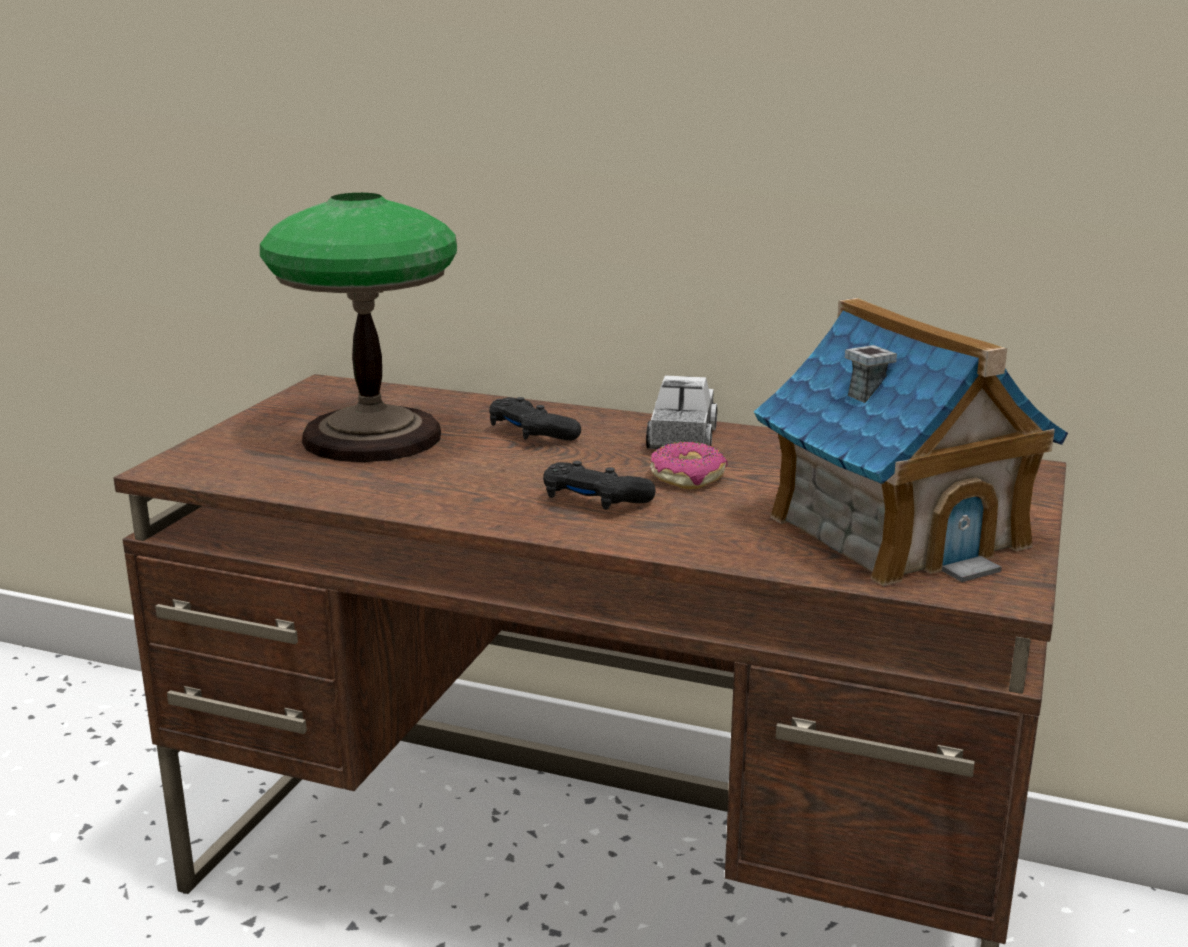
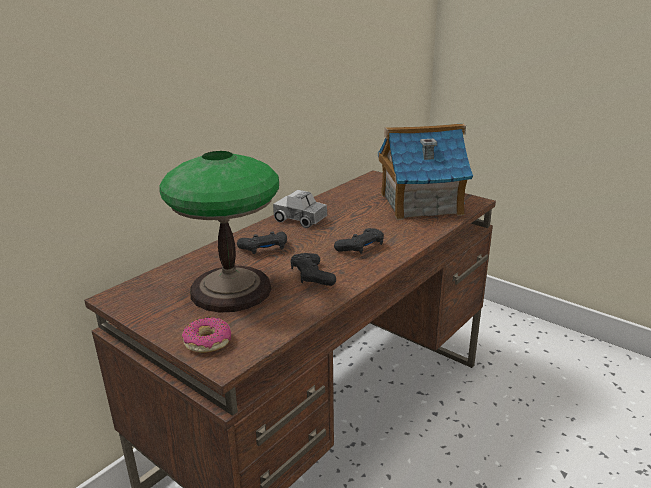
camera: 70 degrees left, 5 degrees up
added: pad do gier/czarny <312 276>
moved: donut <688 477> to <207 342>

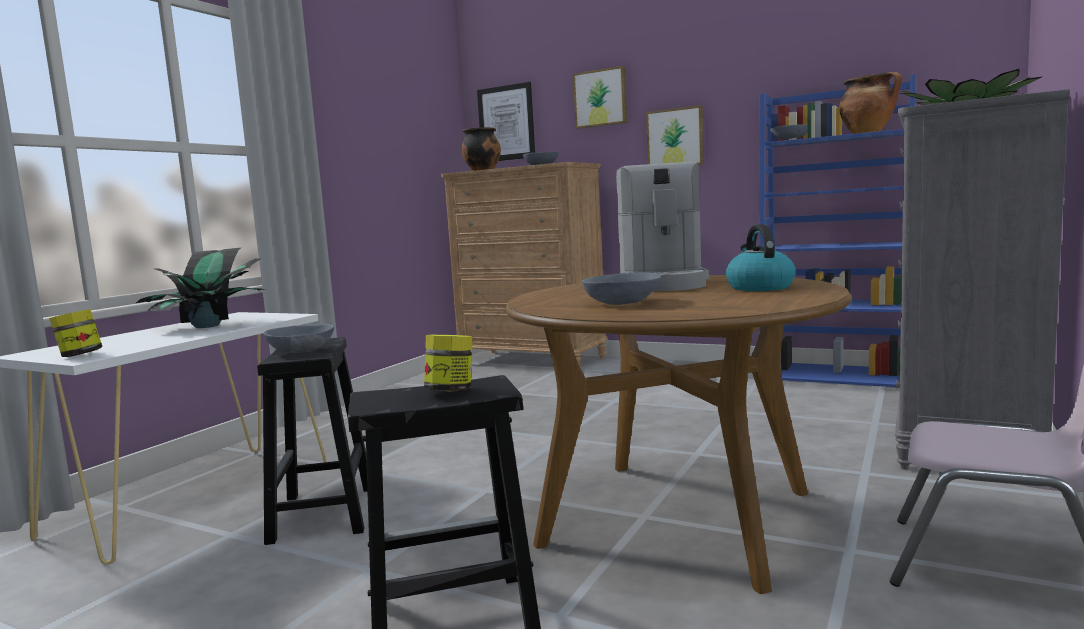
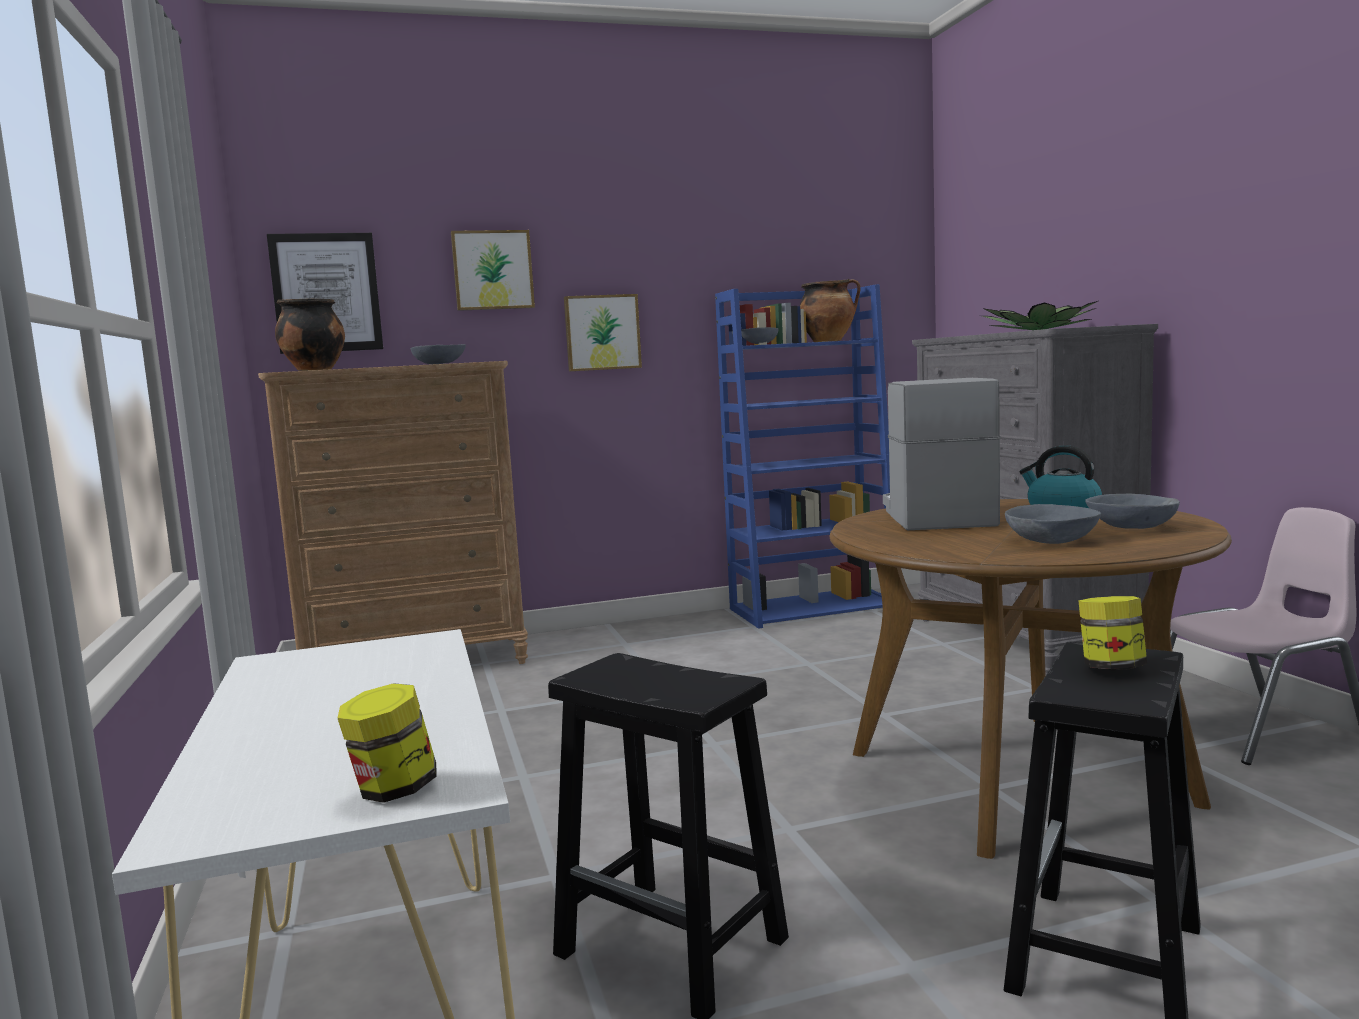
camera: 45 degrees left, 0 degrees up
removed: roślina doniczkowa <208 326>
moved: miska/szary <302 351> to <1130 527>
turned: ekspres do kawy <663 283> = <935 517> 135 degrees counterclockwise

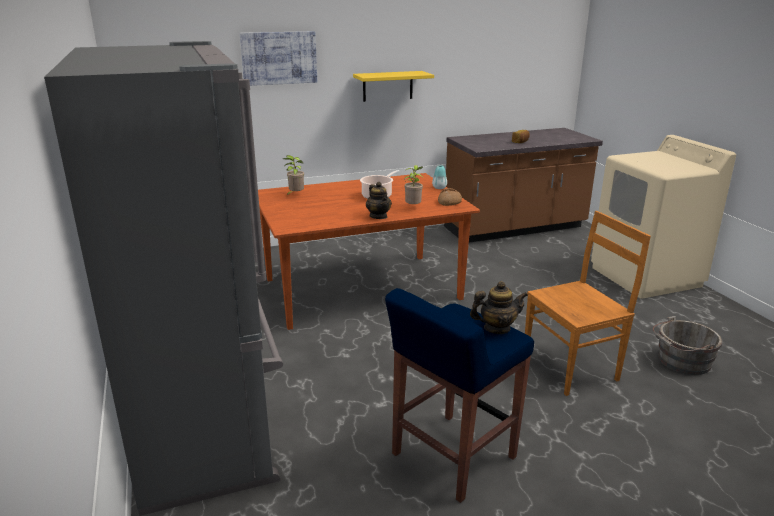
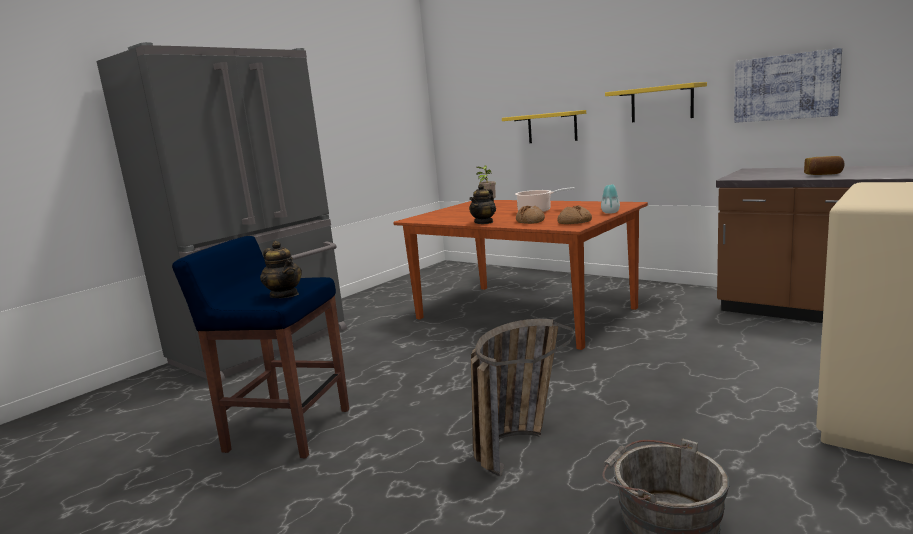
camera: 60 degrees right, 10 degrees down
added: półka/żółty <552 127>
moved: obraz <279 58> to <785 87>
replaced: roślina doniczkowa <413 207> to chleb <530 221>; krzesło/brązowy <572 368> to koszyk <518 443>

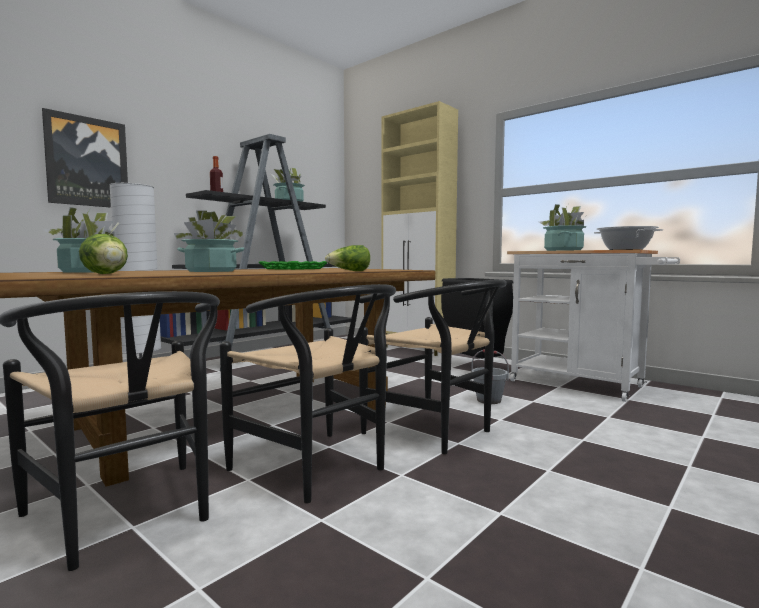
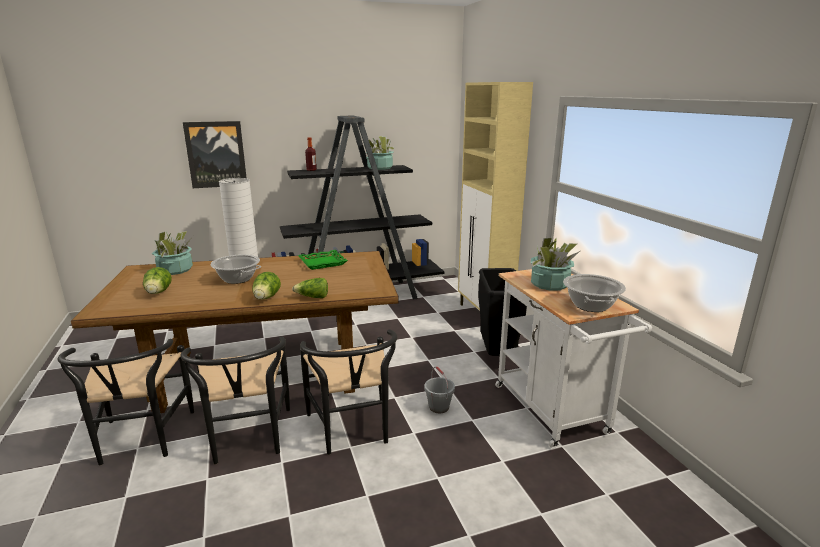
camera: 30 degrees right, 15 degrees up
added: sałata <266 298>
replaced: roślina doniczkowa <211 271> to garnek <237 279>

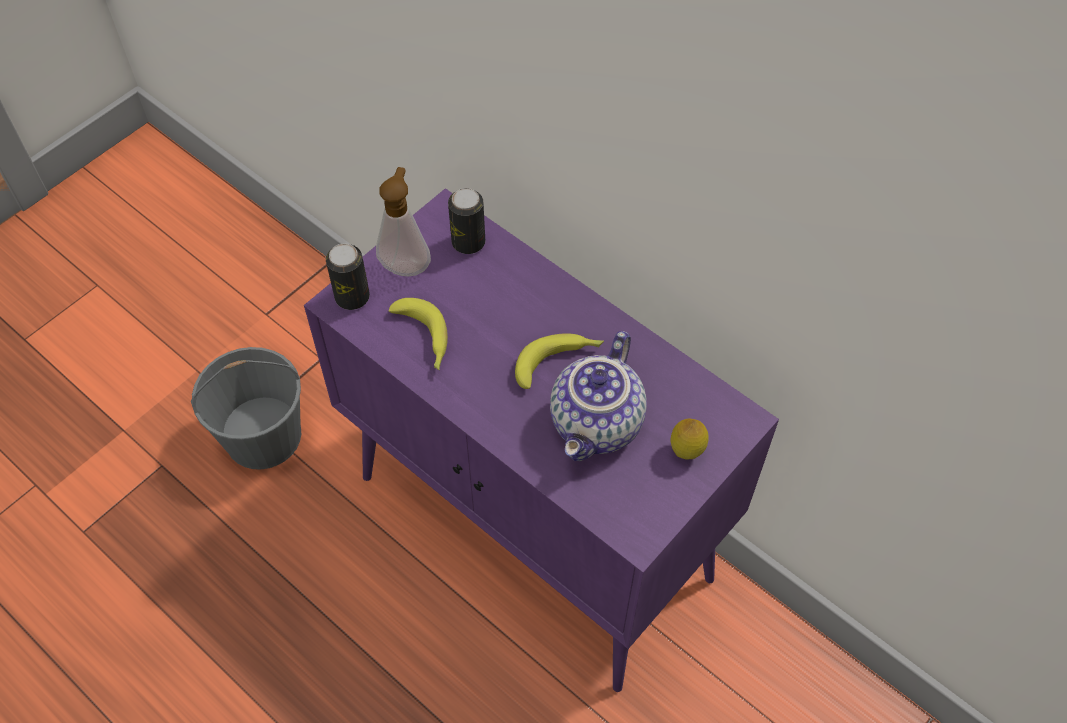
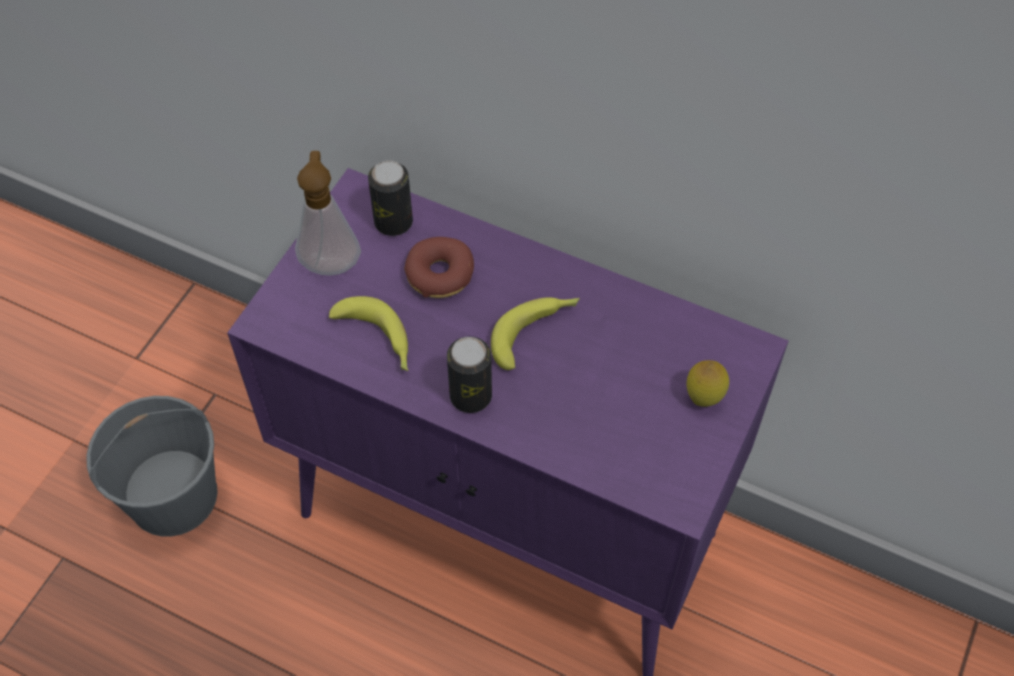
camera: 15 degrees left, 0 degrees up
removed: imbryk <598 425>
added: donut <440 275>
moved: puszka <352 297> to <470 396>

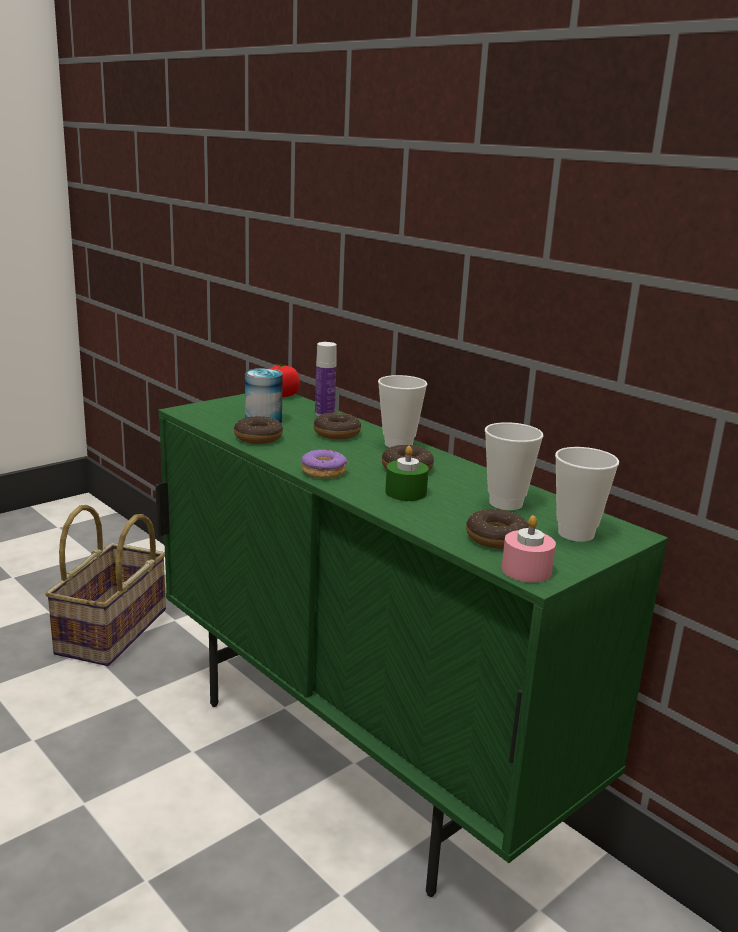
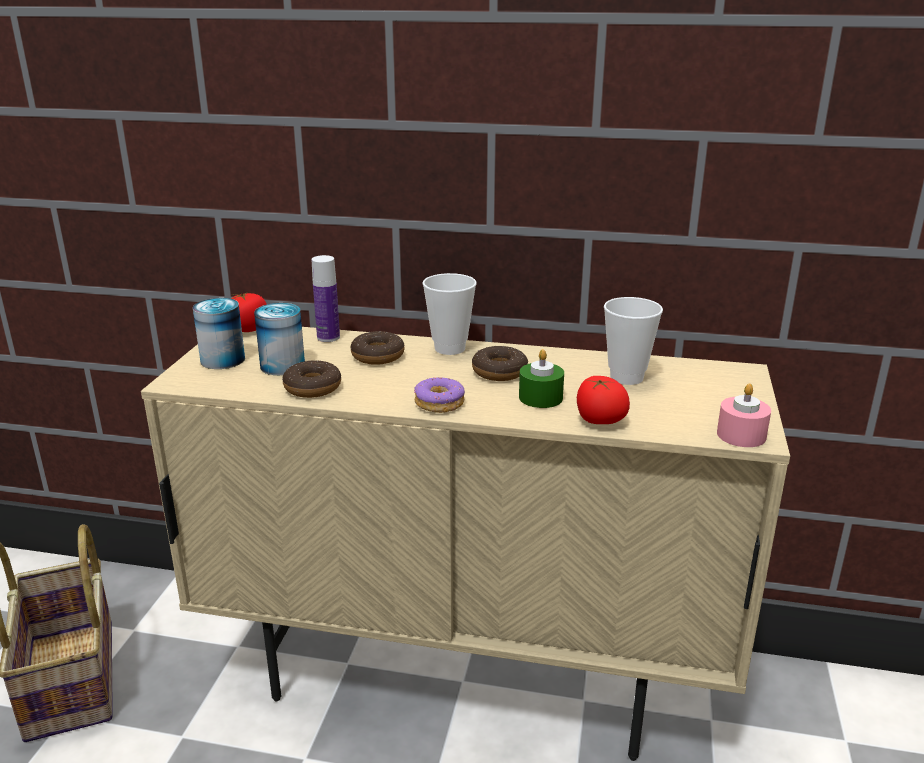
camera: 35 degrees left, 5 degrees up
removed: filiżanka <576 533>; donut <496 538>
added: puszka <222 360>; pomidor <599 420>
recoloured: szafka/zielony <360 759> to szafka/beżowy <464 675>

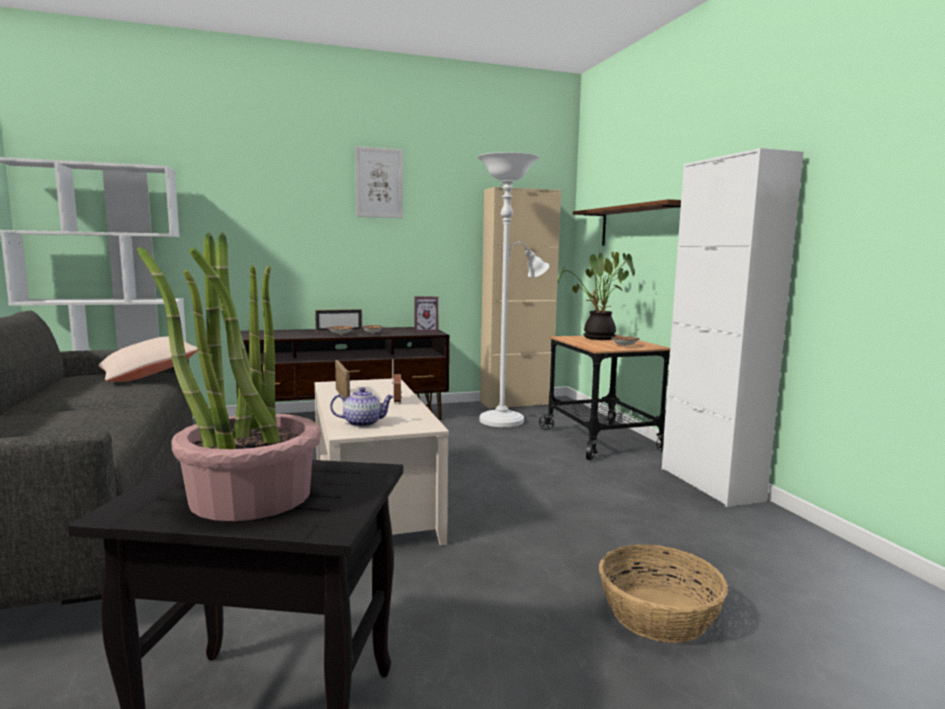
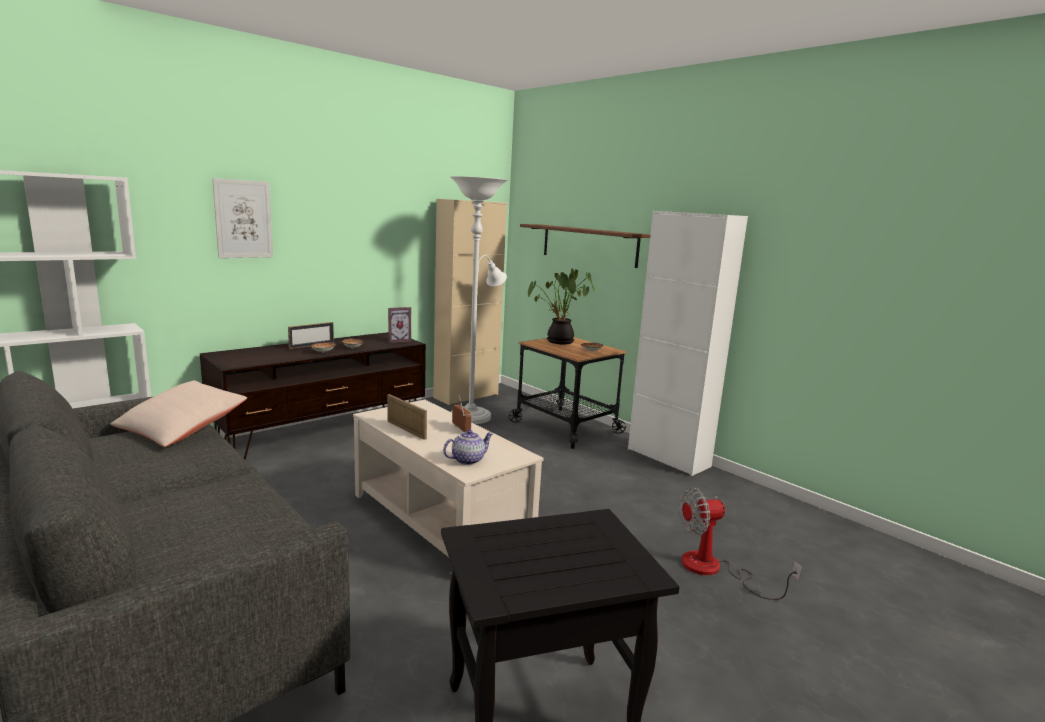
camera: 25 degrees left, 5 degrees up
removed: roślina doniczkowa <249 496>
moved: obraz <379 183> to <243 219>
replaced: koszyk <659 615> to wentylator <714 570>

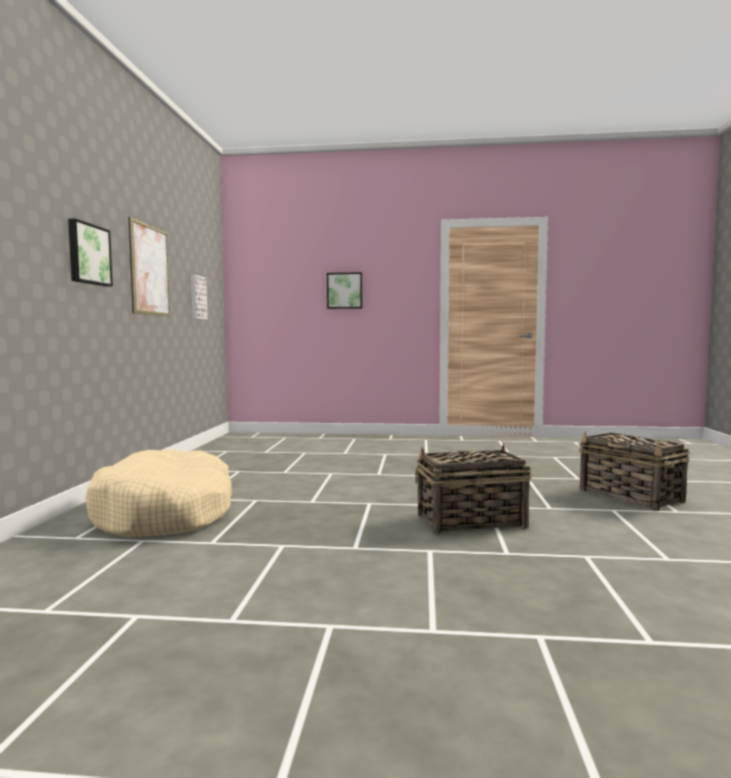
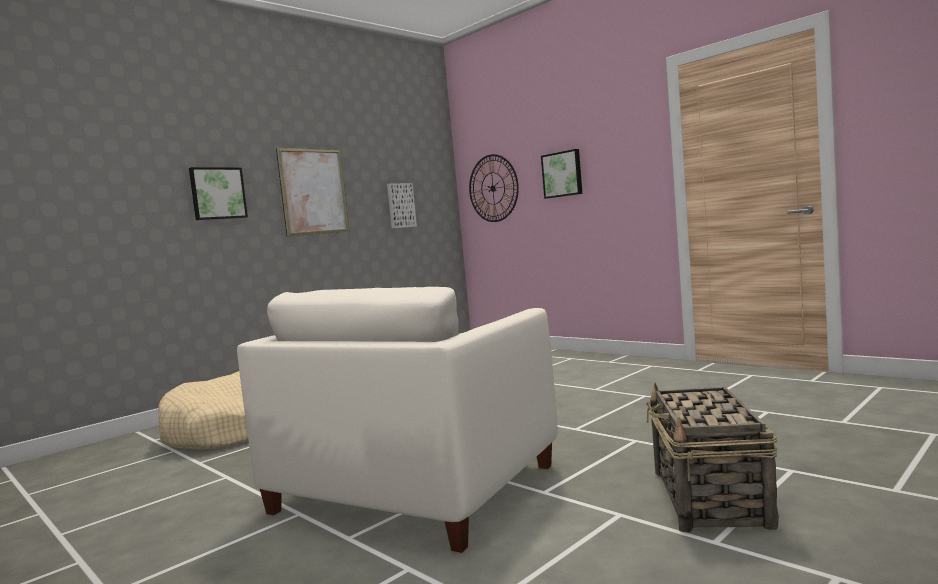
camera: 40 degrees right, 0 degrees up
added: zegar ścienny <493 188>
replaced: koszyk <470 521> to fotel/biały <416 488>

